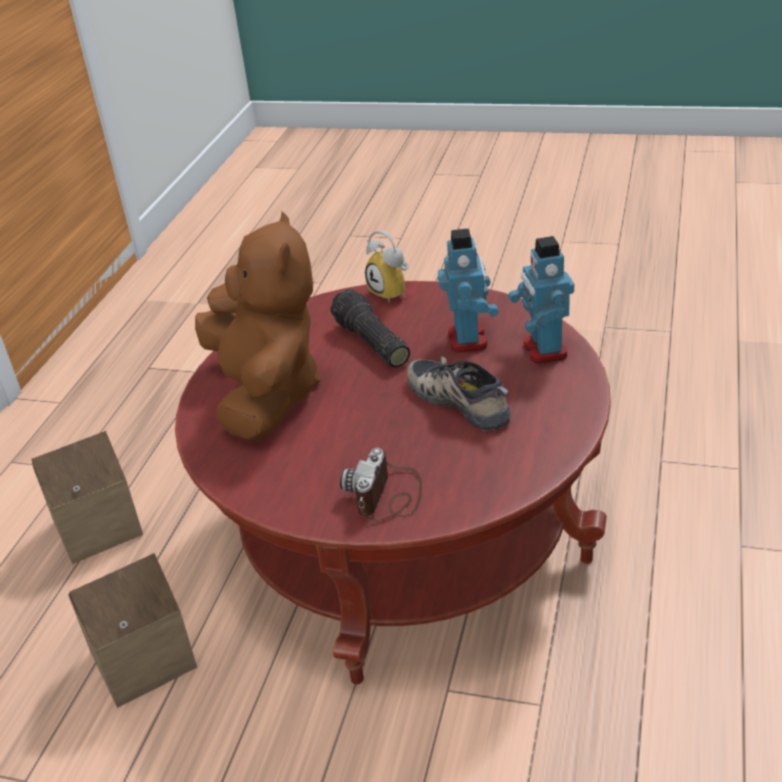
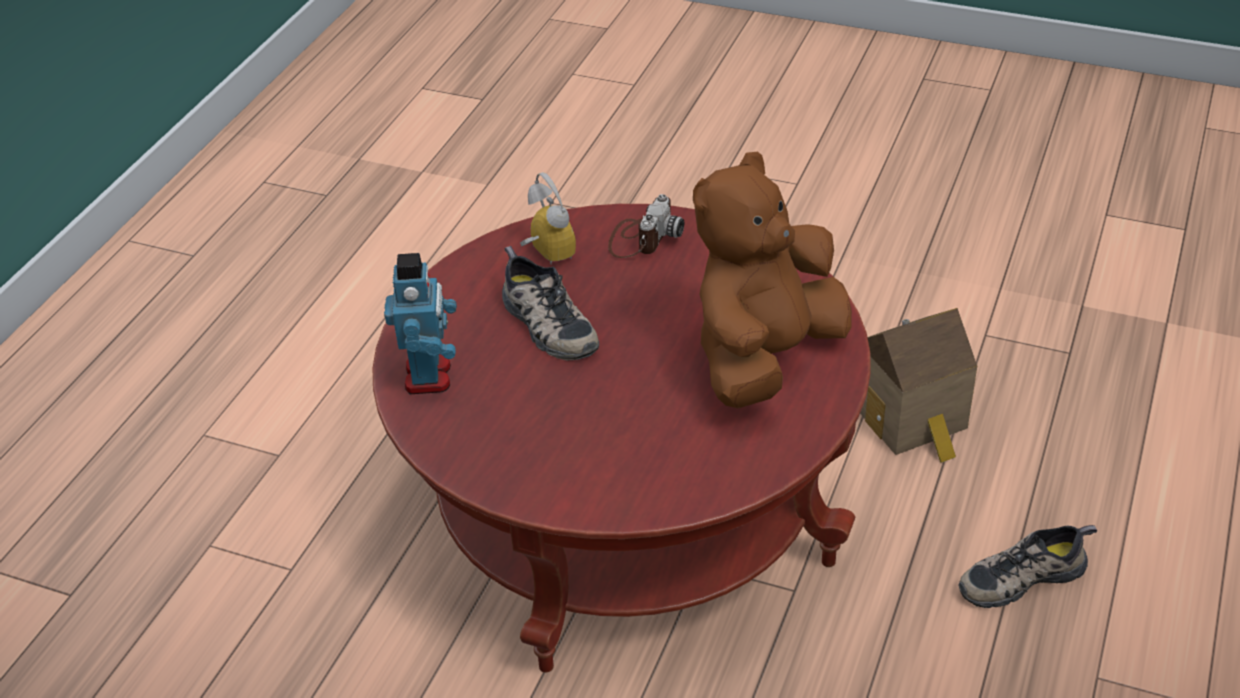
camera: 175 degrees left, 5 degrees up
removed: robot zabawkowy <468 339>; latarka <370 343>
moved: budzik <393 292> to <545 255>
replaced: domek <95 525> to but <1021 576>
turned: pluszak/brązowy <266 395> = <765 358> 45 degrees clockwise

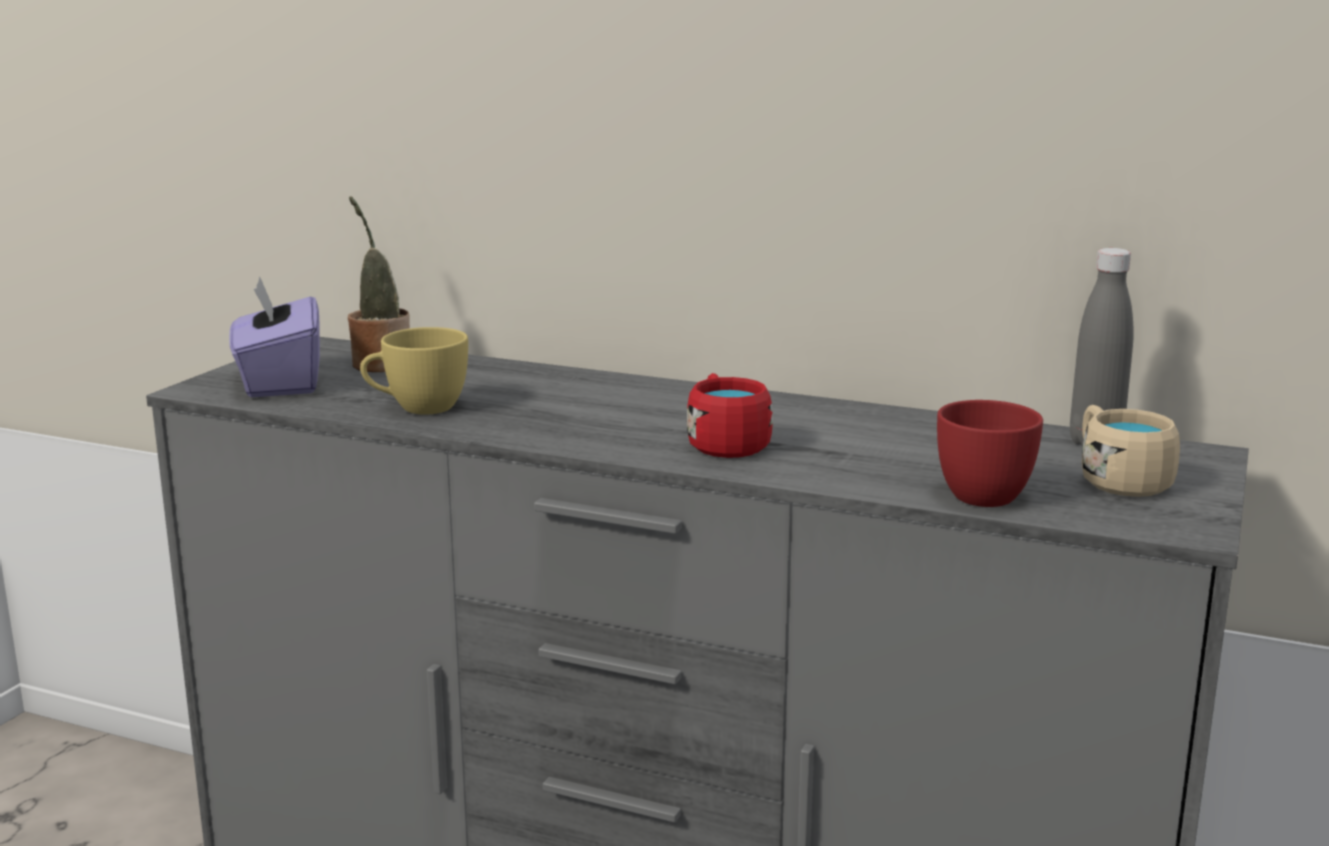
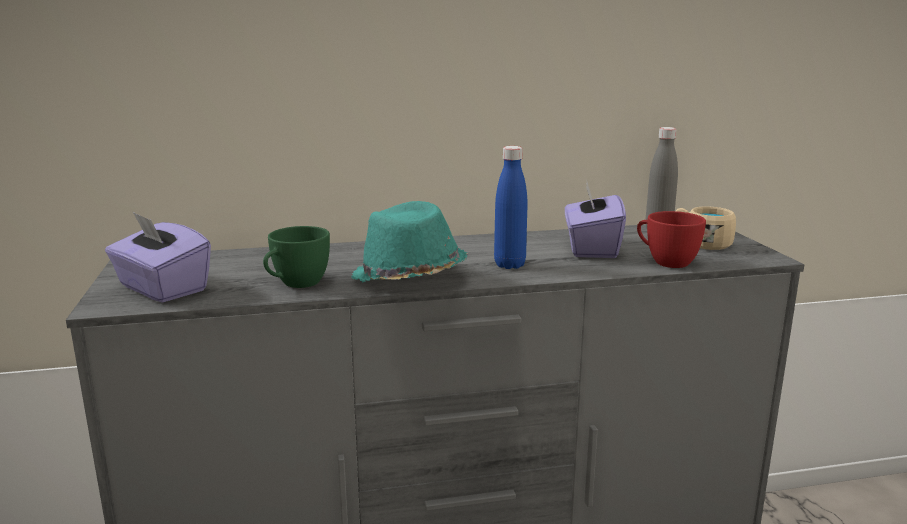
camera: 35 degrees left, 0 degrees up
removed: roślina doniczkowa <380 363>
added: pudełko chusteczek/fioletowy <591 248>; kapelusz/turkusowy <408 277>
replaced: kubek/czerwony <725 443> to butelka/niebieski <509 265>
recoloured: filiżanka/żółty <417 408> to filiżanka/zielony <296 284>

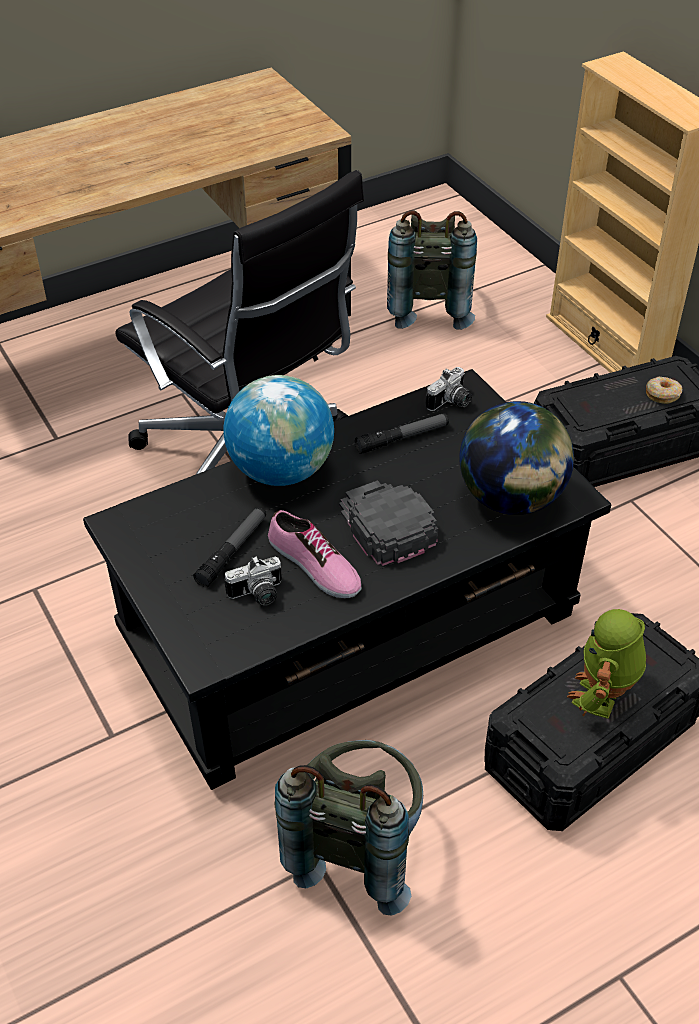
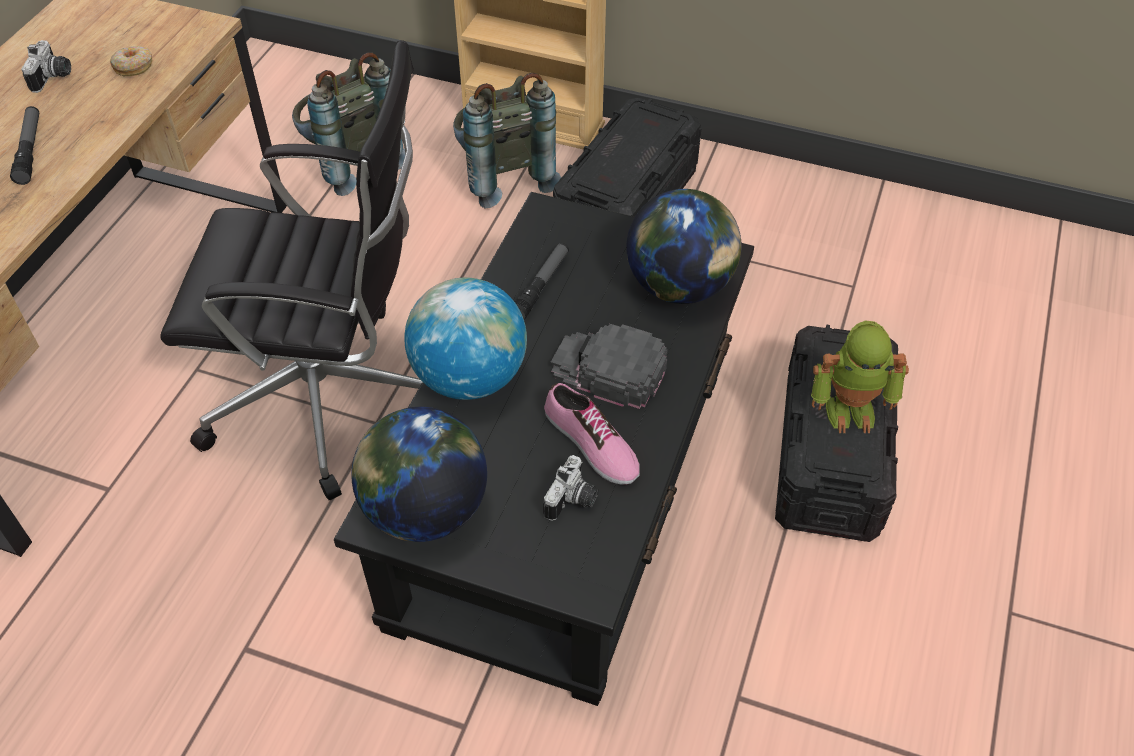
camera: 40 degrees left, 5 degrees up
added: globus <425 510>
moved: aparat fotograficzny <451 403> to <53 77>; donut <662 394> to <134 66>; latarka <232 551> to <29 150>; plecak/szary <356 846> to <502 175>
turned: but <313 566> = <590 444> 45 degrees clockwise; robot zabawkowy <602 697> = <850 408> 75 degrees counterclockwise

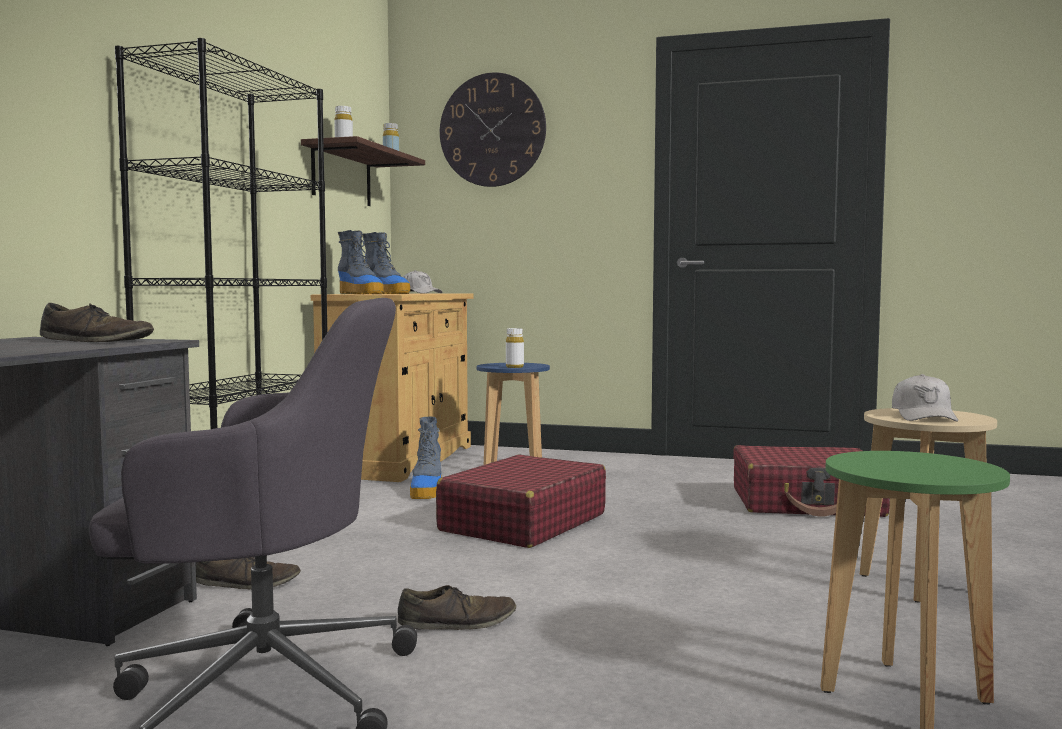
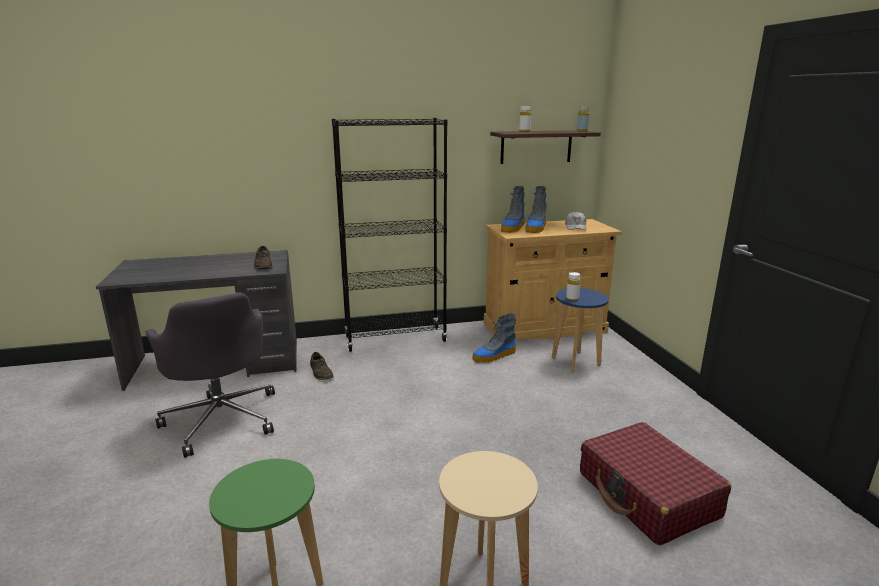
camera: 60 degrees right, 15 degrees up
removed: zegar ścienny <492 130>; czapka z daszkiem/biały <924 416>; walizka/czerwony <522 523>; but/brązowy <457 622>

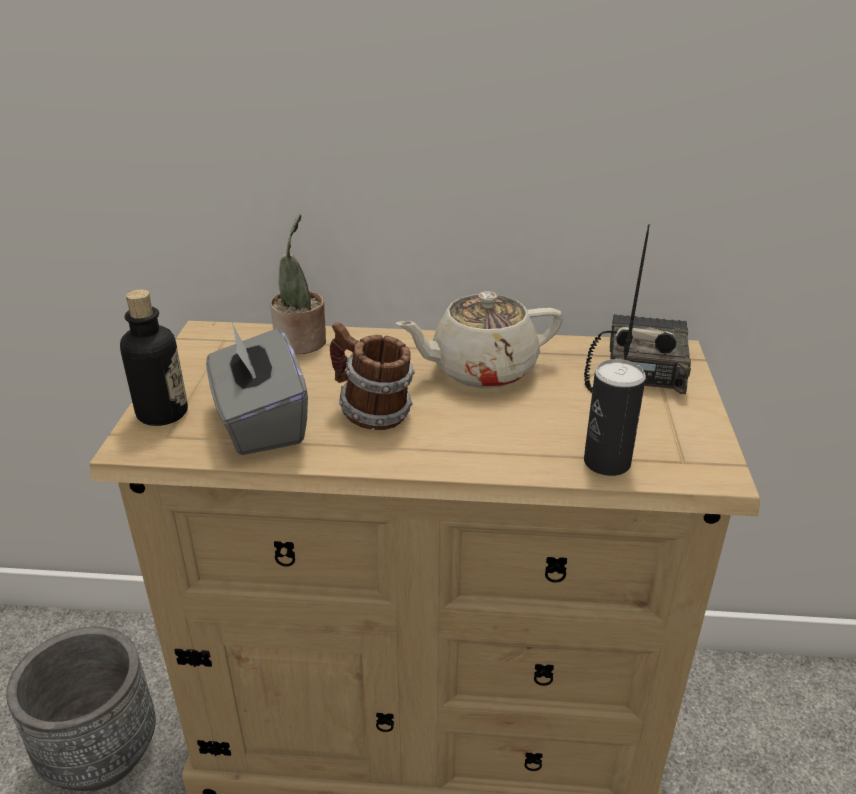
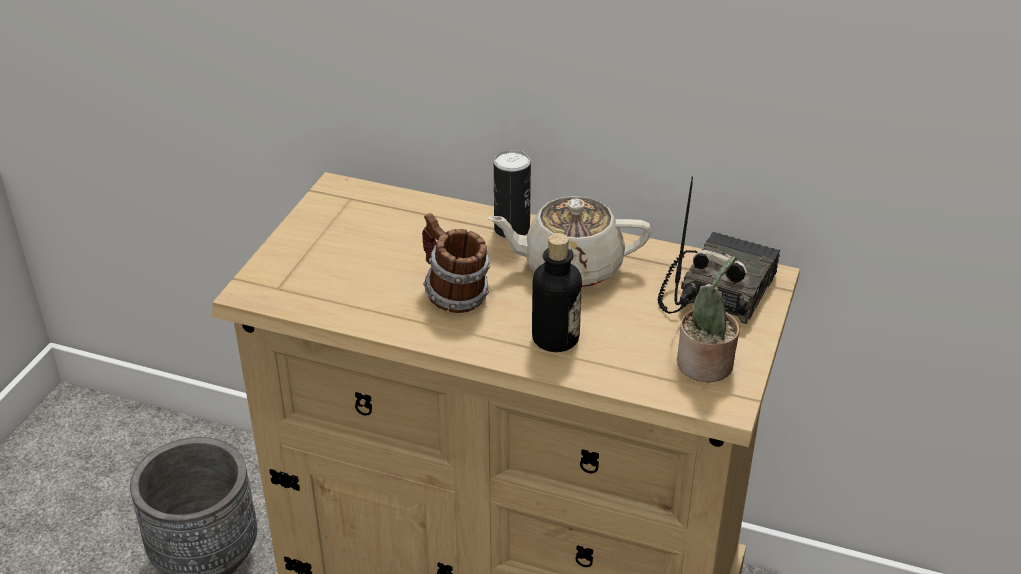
camera: 15 degrees right, 5 degrees up
removed: pudełko chusteczek/szary <260 423>
moved: roślina doniczkowa <301 343> to <706 366>; butelka <162 413> to <555 338>; puszka <607 462> to <512 229>

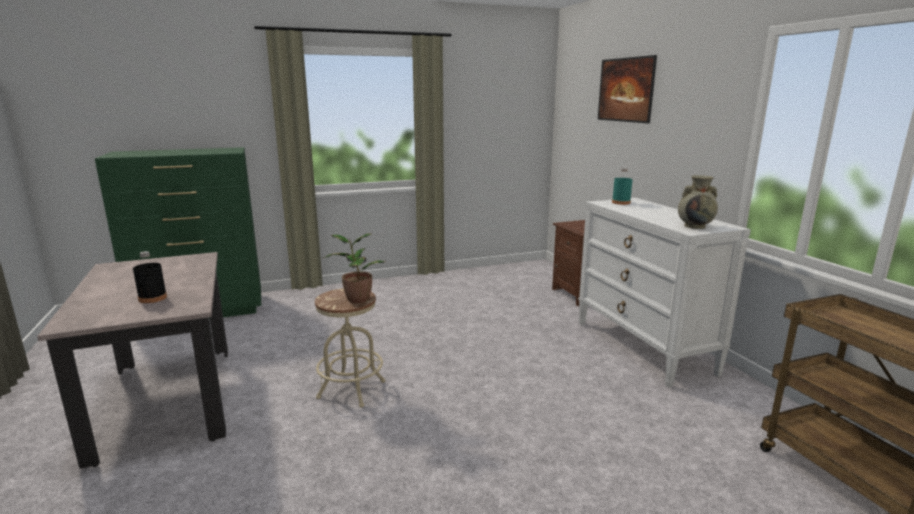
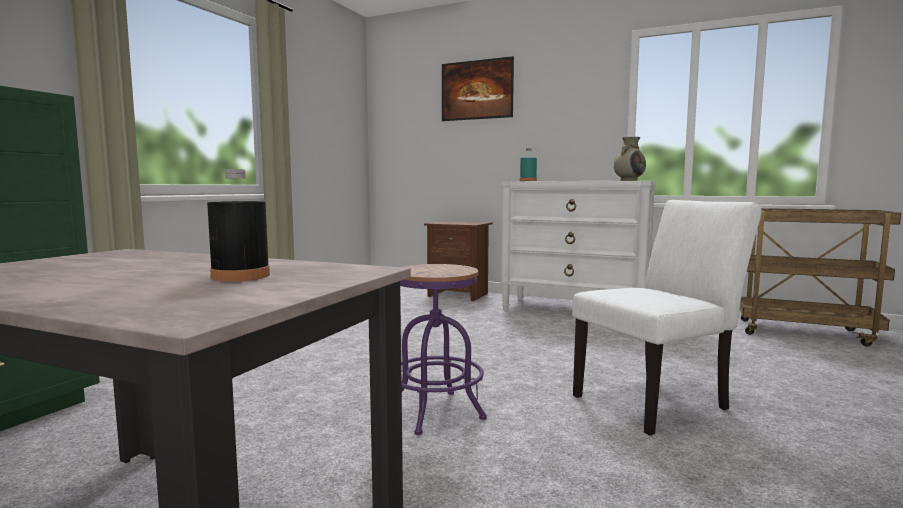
camera: 45 degrees left, 10 degrees down
removed: roślina doniczkowa <356 299>
added: krzesło/biały <658 400>
recoloured: stołek/beżowy <351 390> to stołek/fioletowy <436 412>

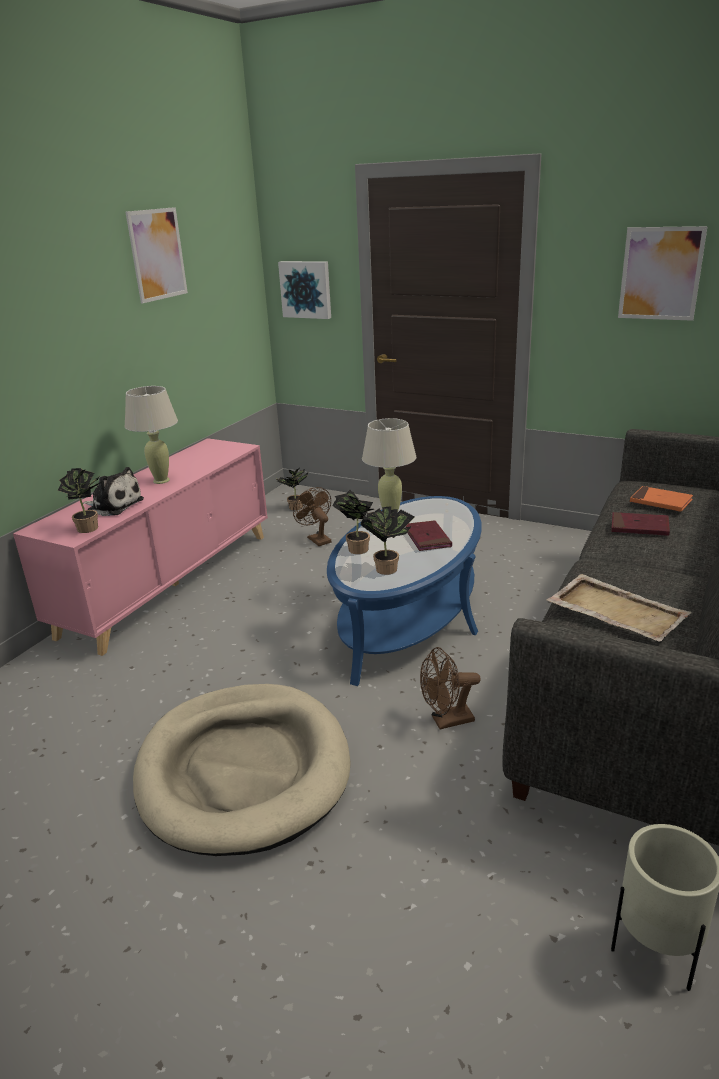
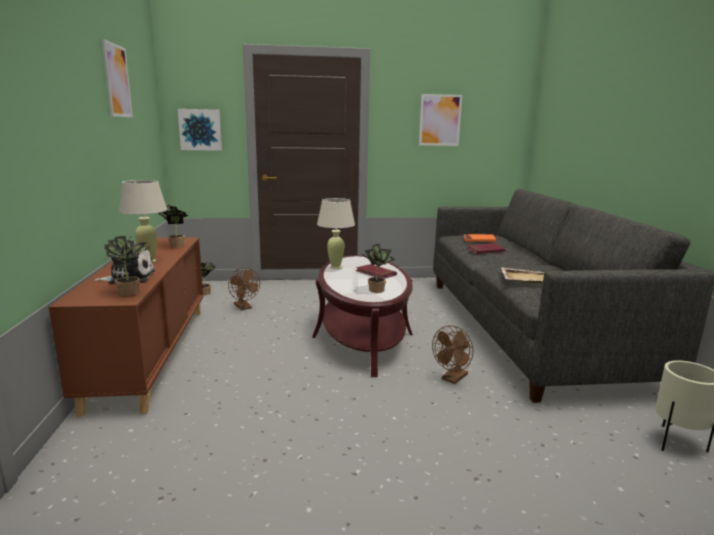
camera: 35 degrees left, 10 degrees down
removed: legowisko/beżowy <243 770>
moved: roślina doniczkowa <356 548> to <175 246>
recoloured: szafka/różowy <170 582> to szafka/brązowy <152 353>; ława/niebieski <409 617> to ława/brązowy <362 335>
turned: wentylator/brązowy <316 539> = <244 307> 150 degrees counterclockwise

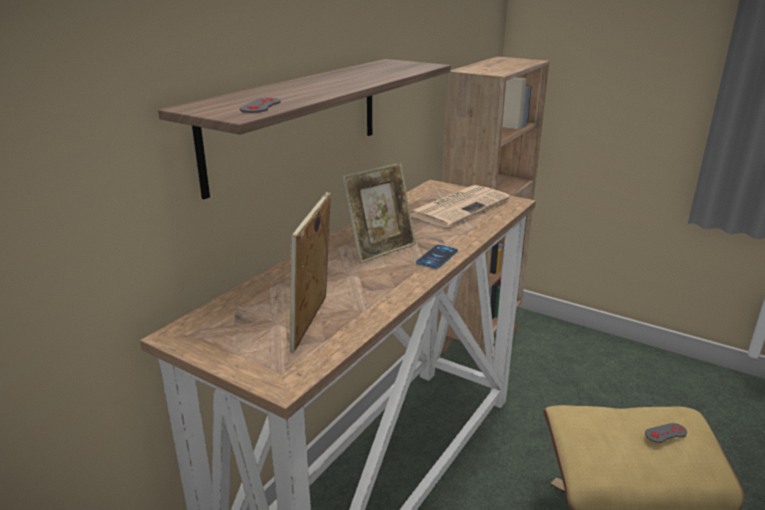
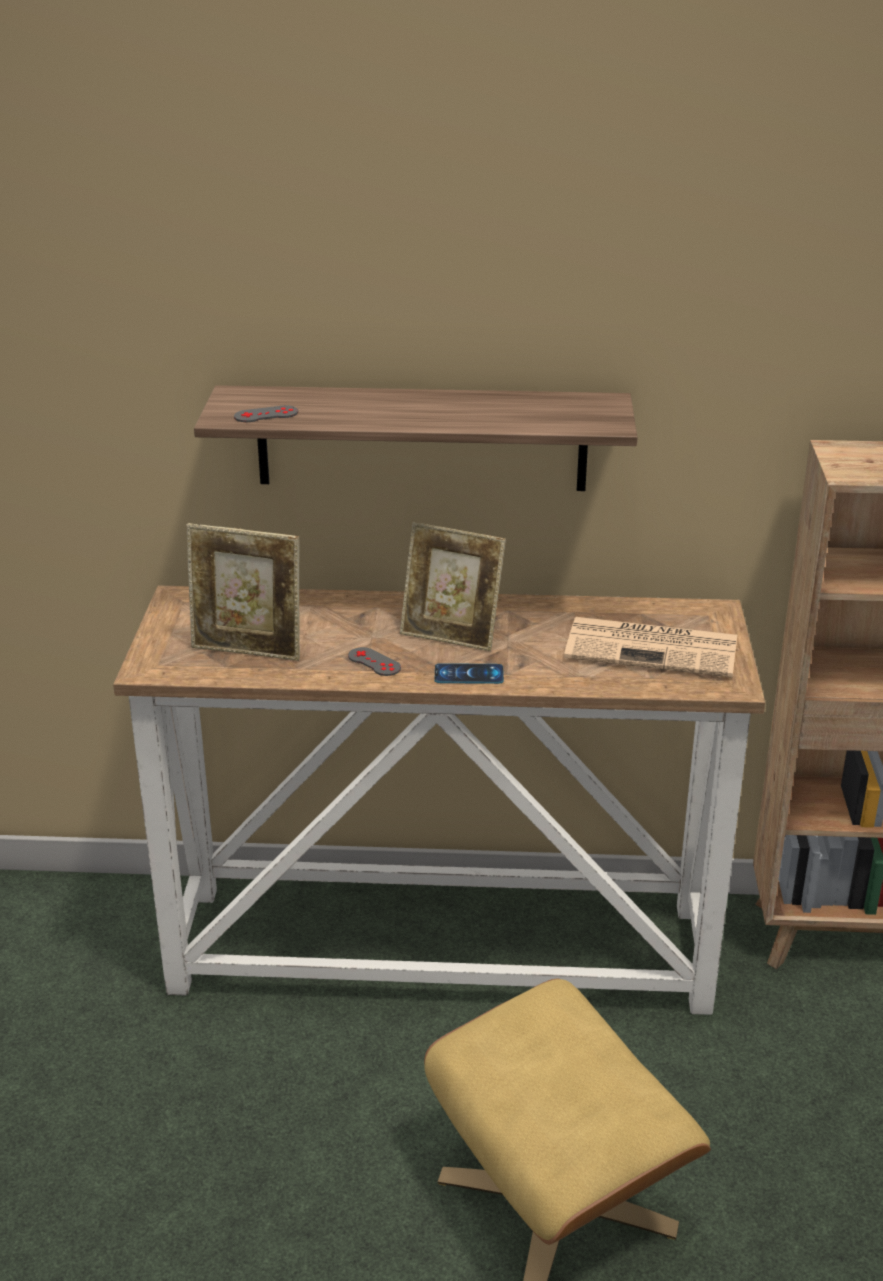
camera: 60 degrees right, 5 degrees up
moved: pad do gier/szary <665 433> to <374 662>
turned: ramka na zdjęcie <313 324> = <248 651> 150 degrees counterclockwise

